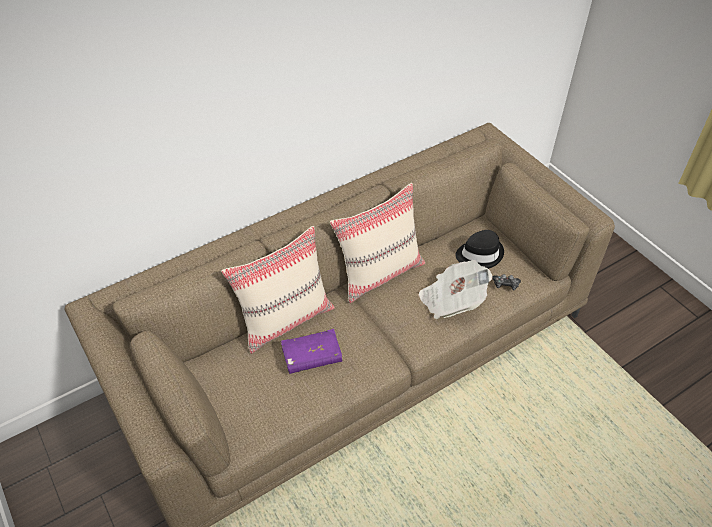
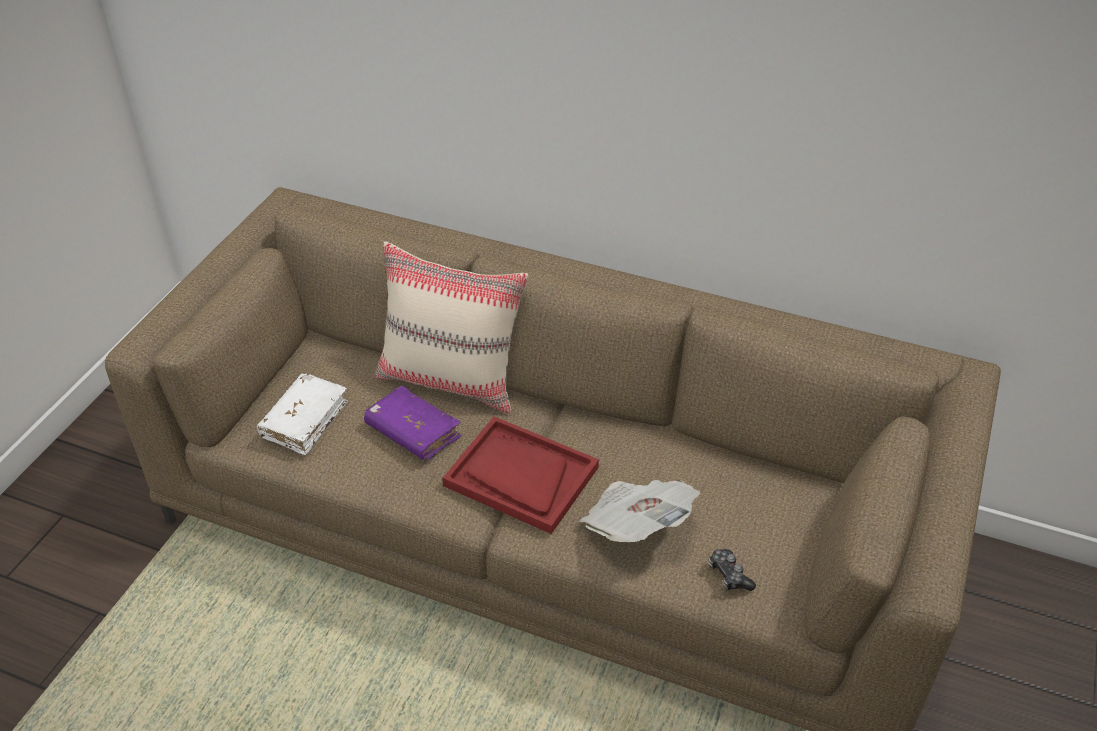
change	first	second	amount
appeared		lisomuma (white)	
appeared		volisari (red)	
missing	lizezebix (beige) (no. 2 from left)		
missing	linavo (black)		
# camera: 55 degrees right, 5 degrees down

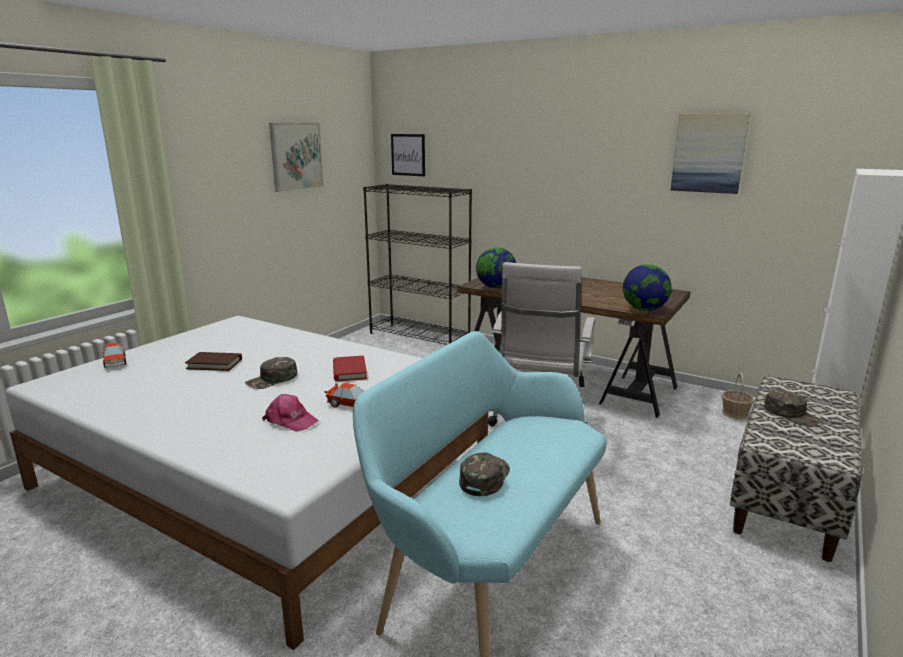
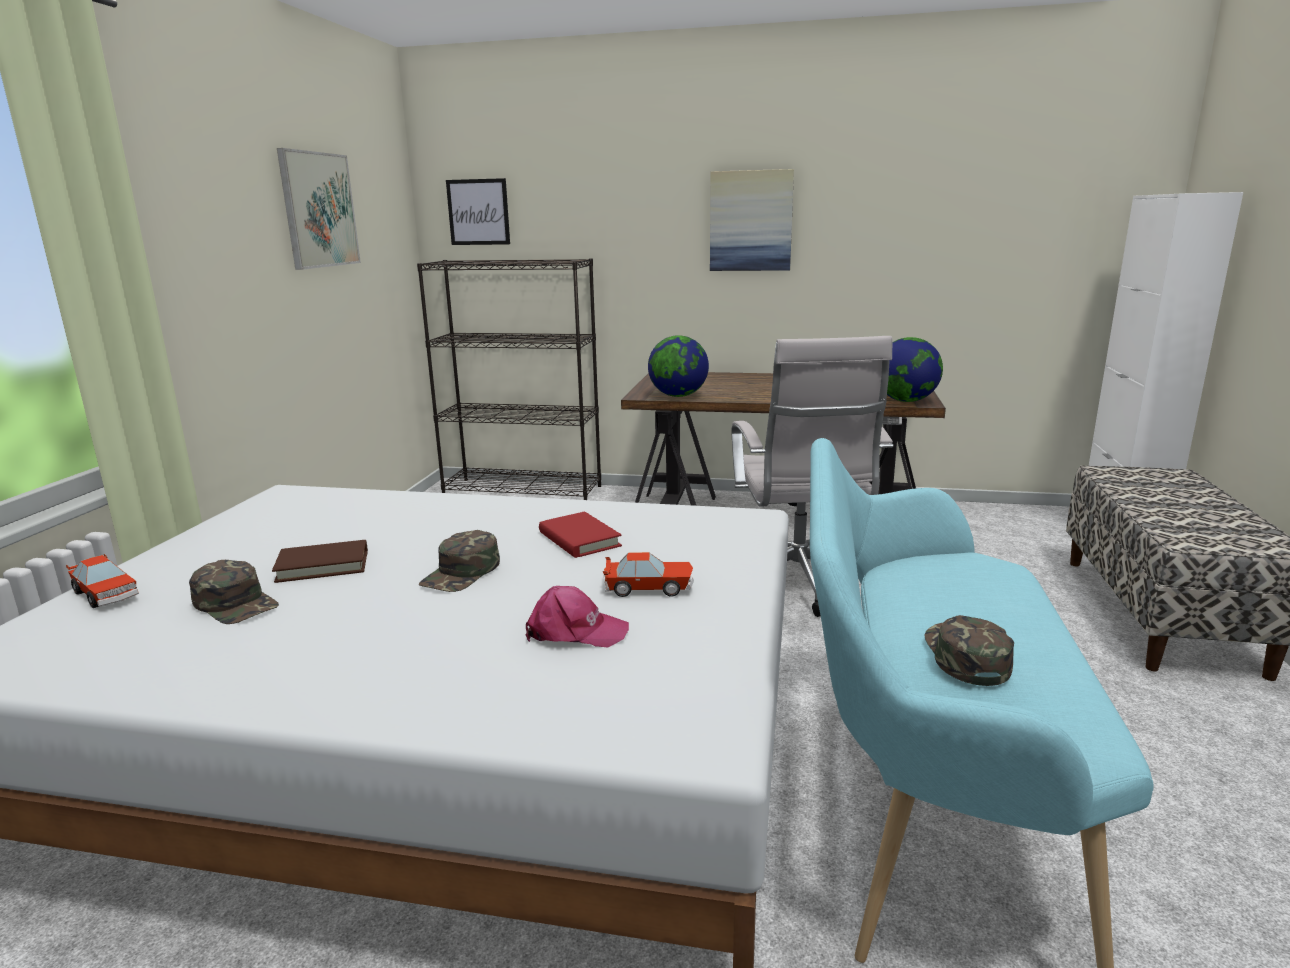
change	first	second	amount
relocated	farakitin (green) (no. 3 from left in the first image)	farakitin (green) (no. 1 from left)	
relocated	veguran (no. 3 from left)		
missing	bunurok		
# camera: 20 degrees left, 0 degrees up

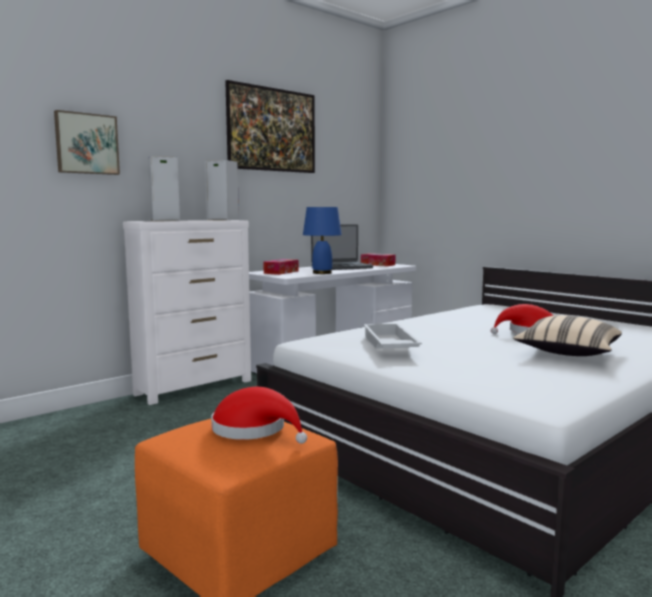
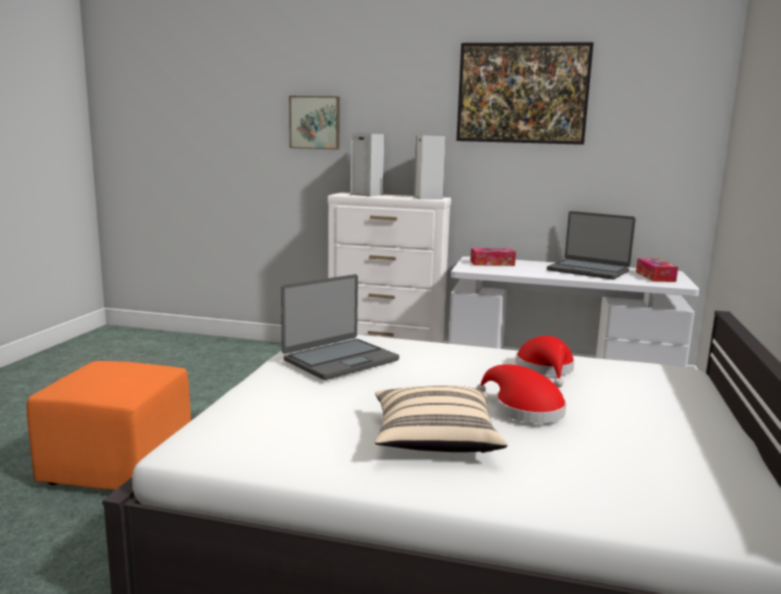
change	first	second	amount
exchanged	volisari (white)	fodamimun (no. 1 from left)	
relocated	linavo (red) (no. 1 from left in the first image)	linavo (red) (no. 2 from left)	
missing	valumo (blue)		
# camera: 55 degrees right, 5 degrees up

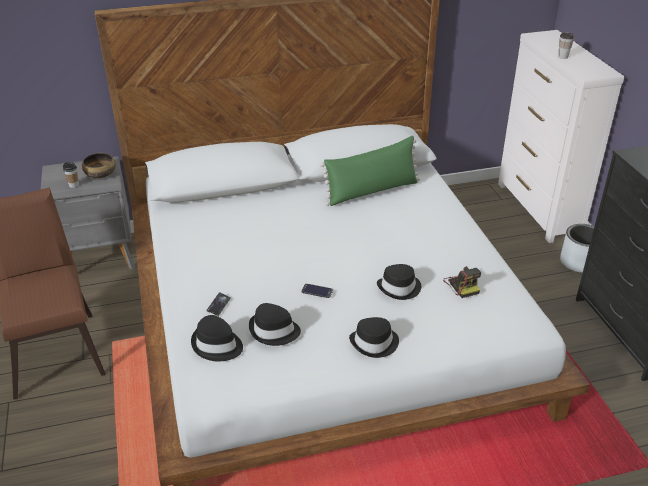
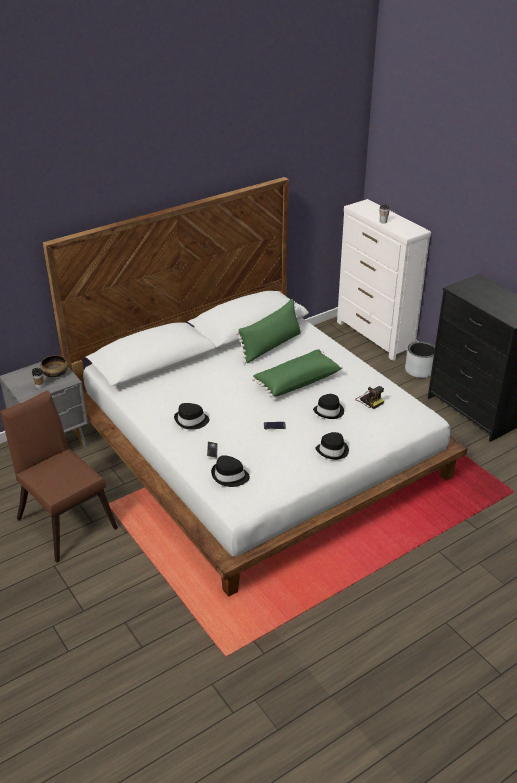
change	first	second	amount
relocated	linavo (black) (no. 2 from left in the first image)	linavo (black) (no. 1 from left)	
appeared		lizezebix (green) (no. 2 from left)	
# camera: 20 degrees left, 0 degrees up

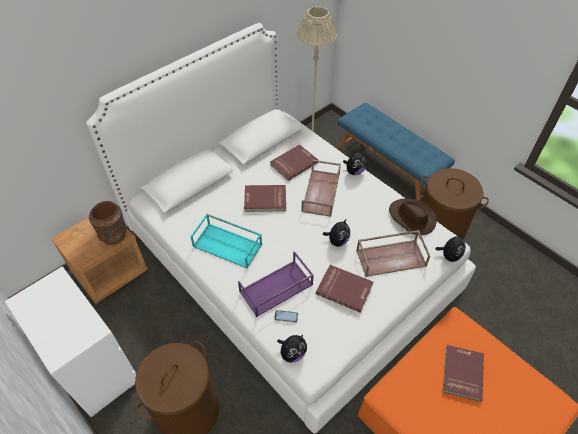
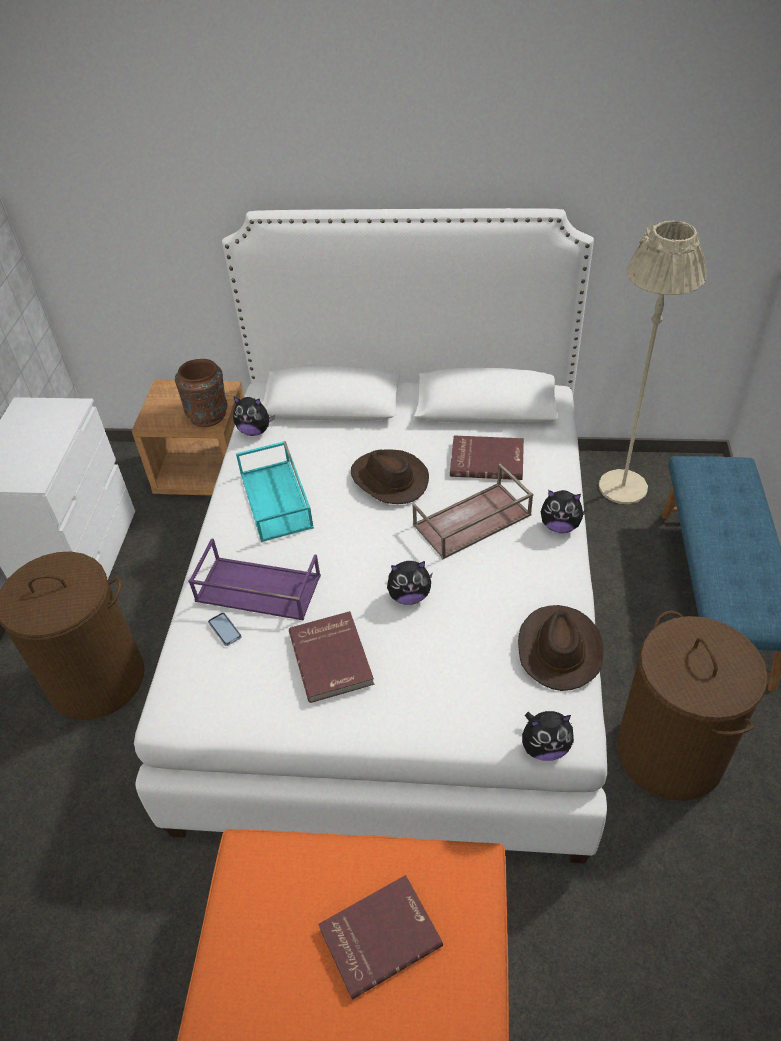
change	first	second	amount
relocated	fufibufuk (no. 1 from left)		
exchanged	lisomuma (red) (no. 1 from left)	linavo (brown) (no. 1 from left)	
missing	volisari (brown) (no. 2 from left)		
# camera: 50 degrees right, 5 degrees down

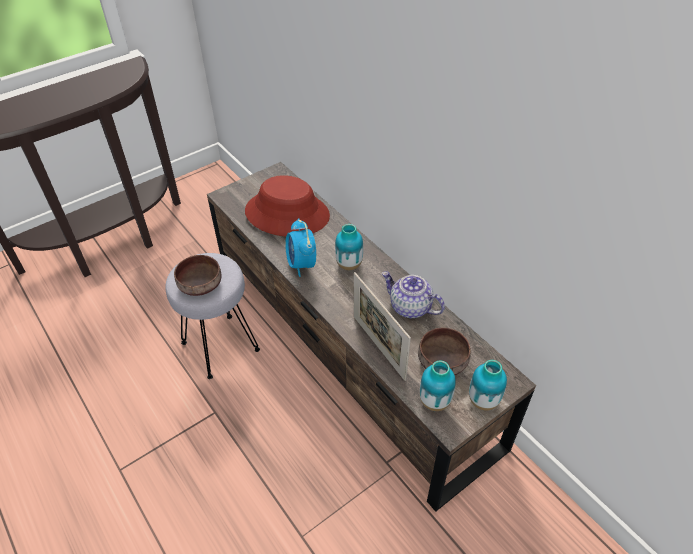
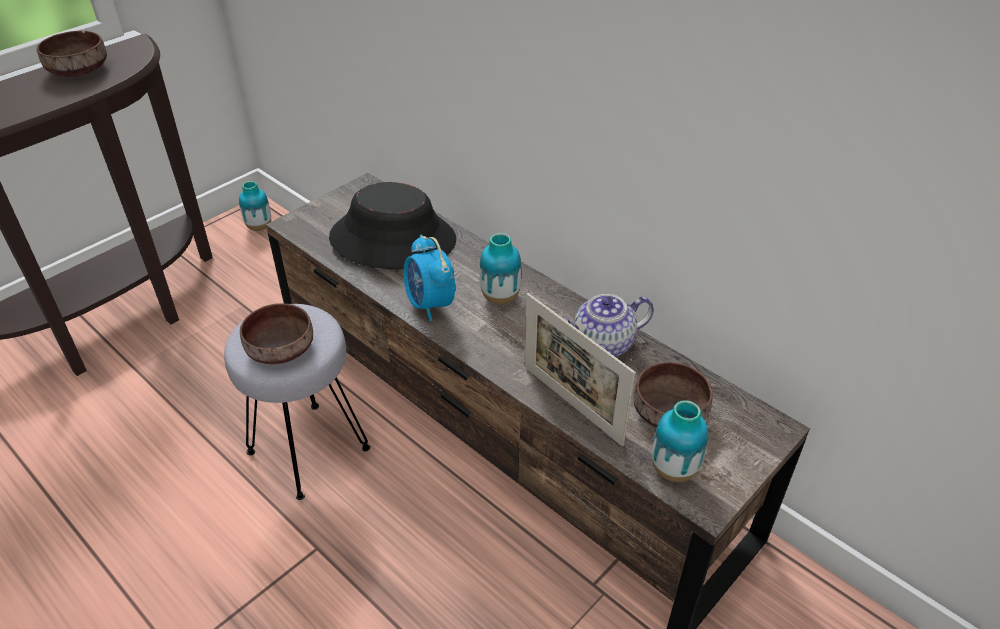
change	first	second	amount
appeared		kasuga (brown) (no. 1 from left)	
relocated	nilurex (no. 3 from left in the first image)	nilurex (no. 1 from left)	
colour	linavo (red)	linavo (black)	
spun	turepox		45 degrees counterclockwise
# camera: 10 degrees left, 5 degrees down

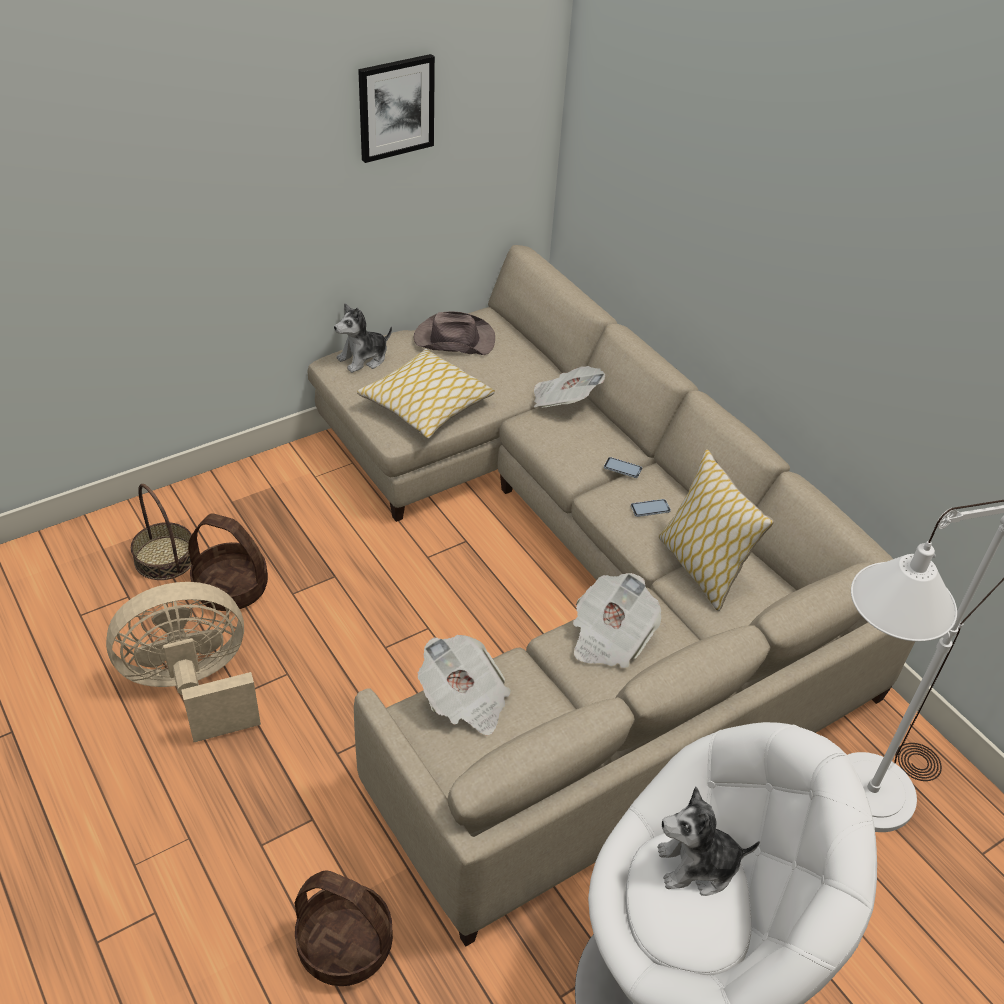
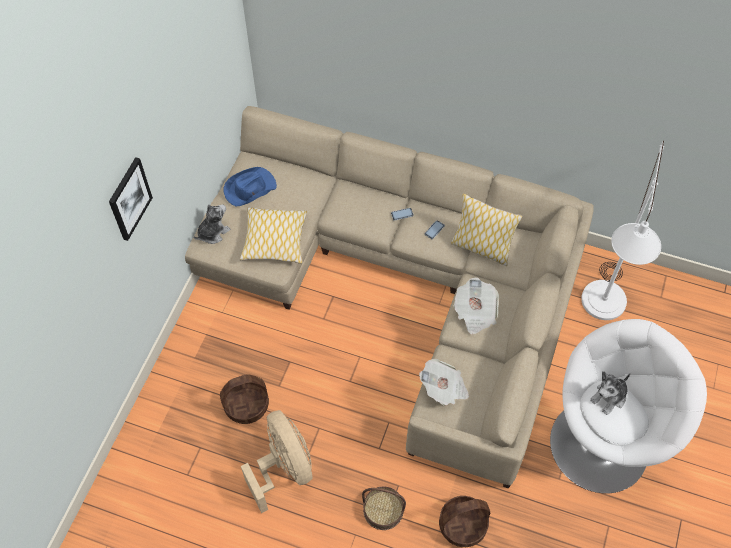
change	first	second	amount
relocated	veguran		
spun	fufibufuk (no. 1 from left)		150 degrees counterclockwise
colour	linavo (brown)	linavo (blue)	
spun	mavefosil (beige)		120 degrees clockwise
relocated	bunurok (no. 1 from left in the first image)	bunurok (no. 2 from left)	
missing	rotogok (no. 2 from left)		
# camera: 35 degrees left, 15 degrees up

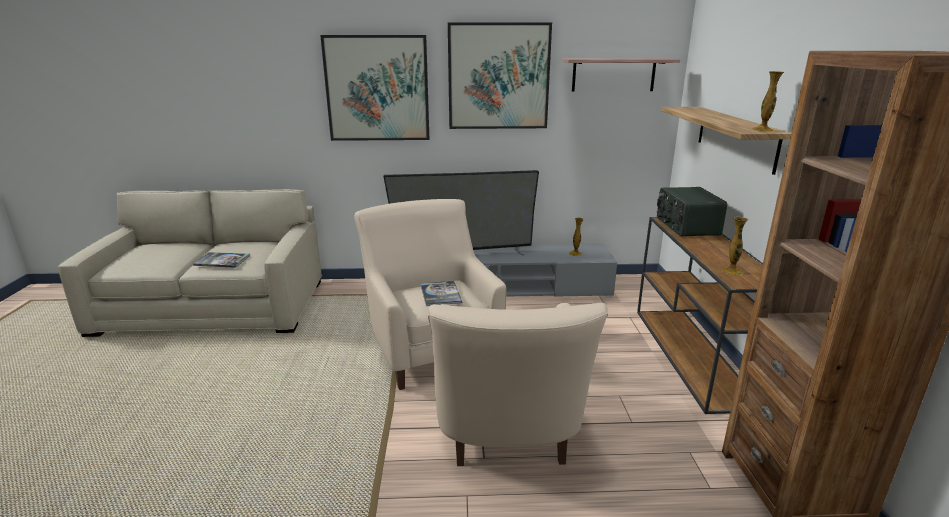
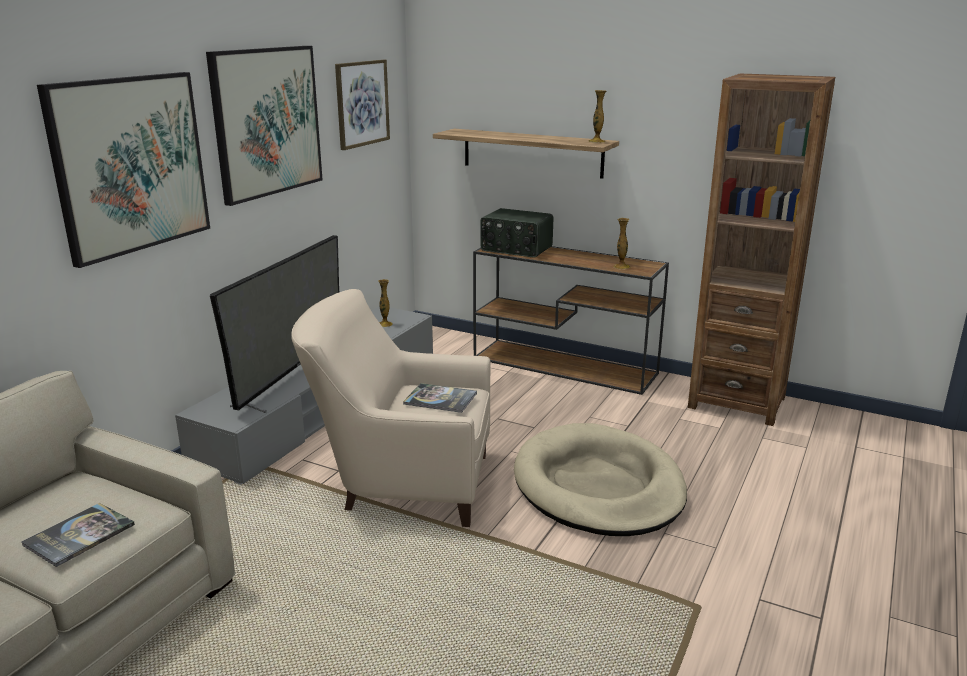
change	first	second	amount
exchanged	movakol (no. 1 from left)	veguran (no. 3 from left)	
exchanged	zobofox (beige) (no. 2 from left)	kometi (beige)	
# camera: 60 degrees left, 0 degrees up

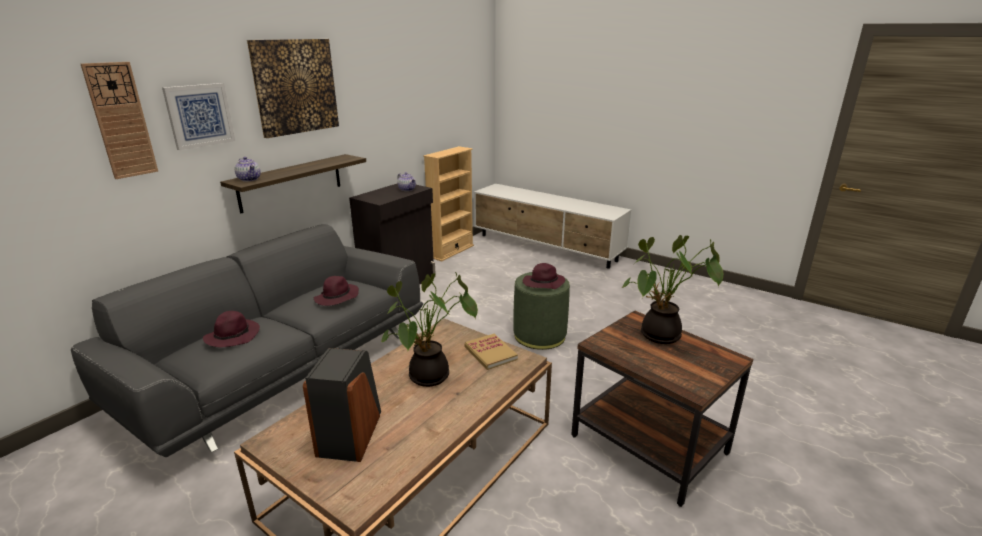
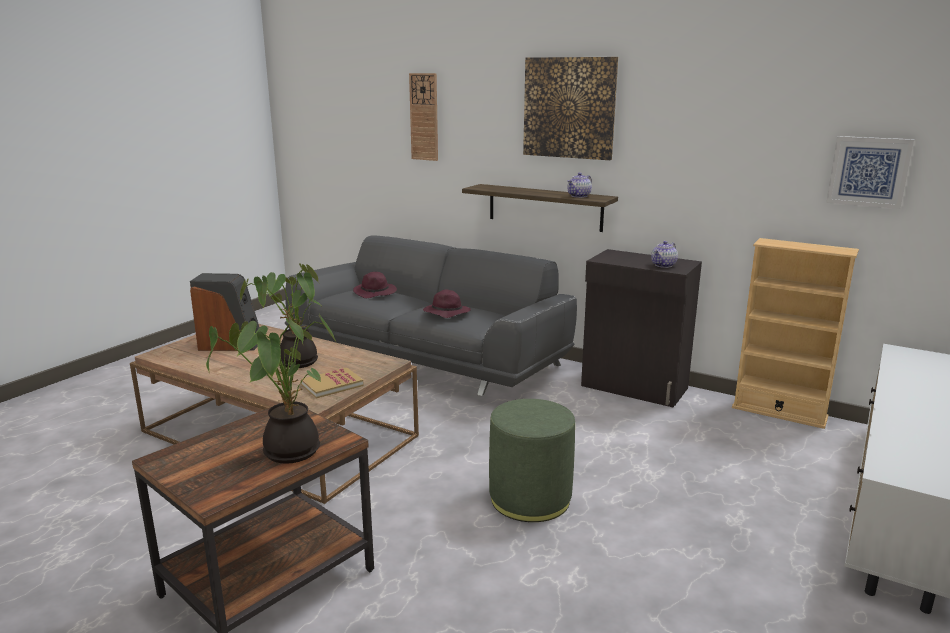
change	first	second	amount
relocated	turepox (no. 1 from left)		
relocated	veguran (no. 1 from left in the first image)	veguran (no. 2 from left)	
missing	linavo (purple) (no. 3 from left)		
# camera: 85 degrees right, 5 degrees down

